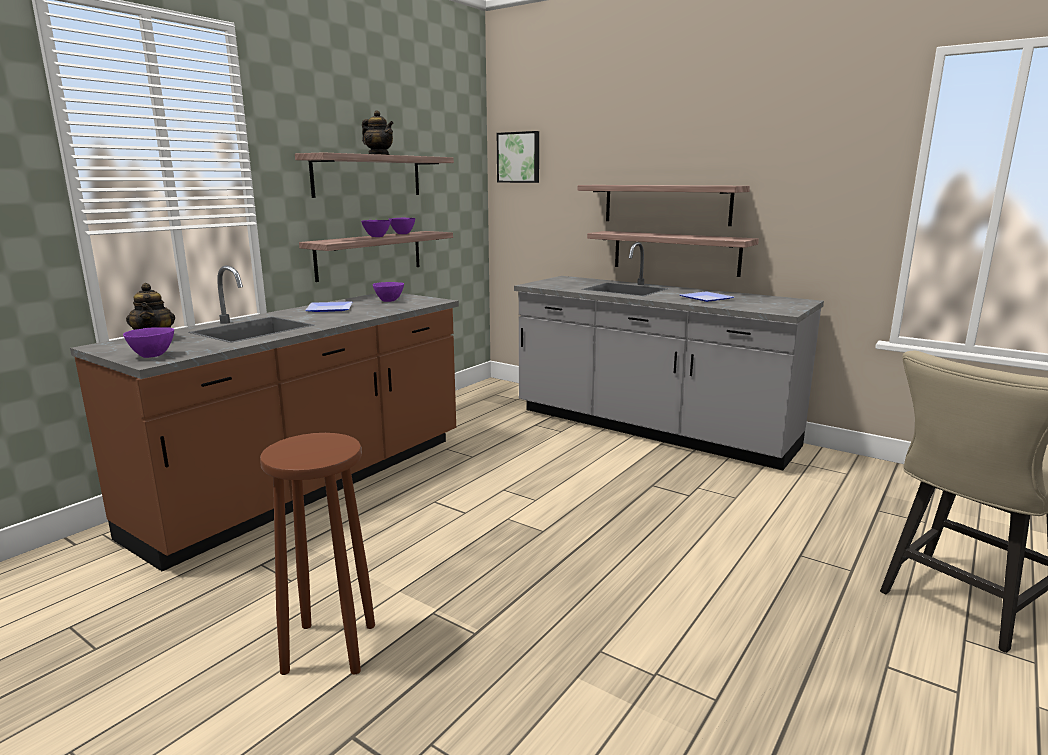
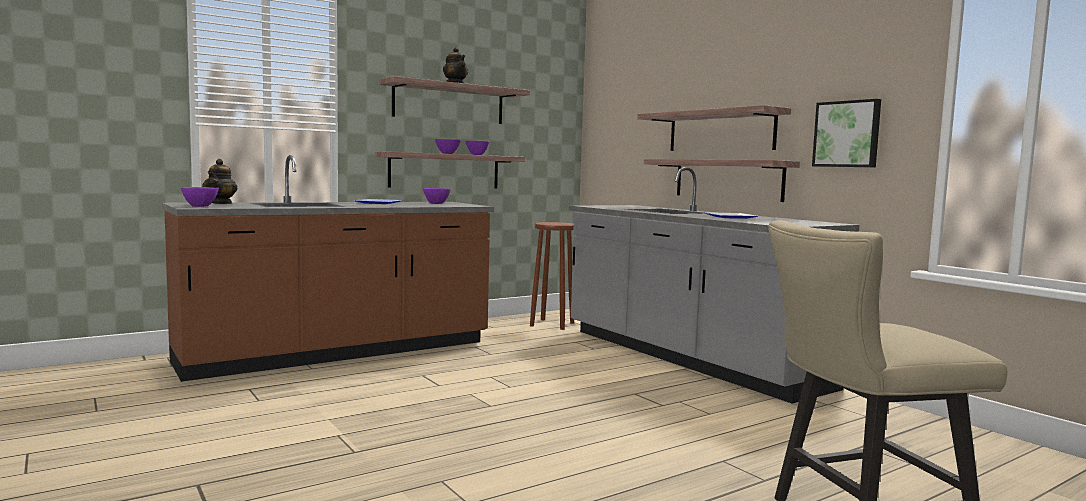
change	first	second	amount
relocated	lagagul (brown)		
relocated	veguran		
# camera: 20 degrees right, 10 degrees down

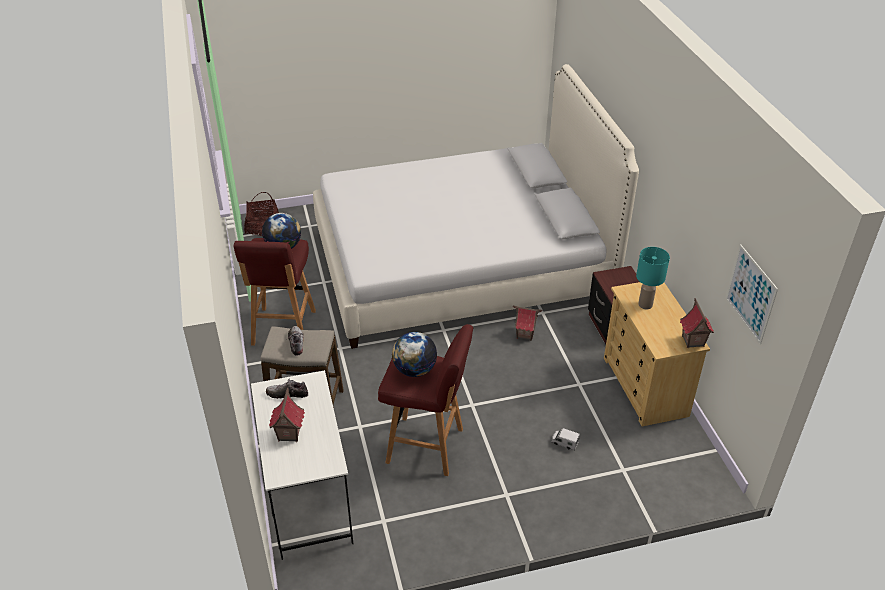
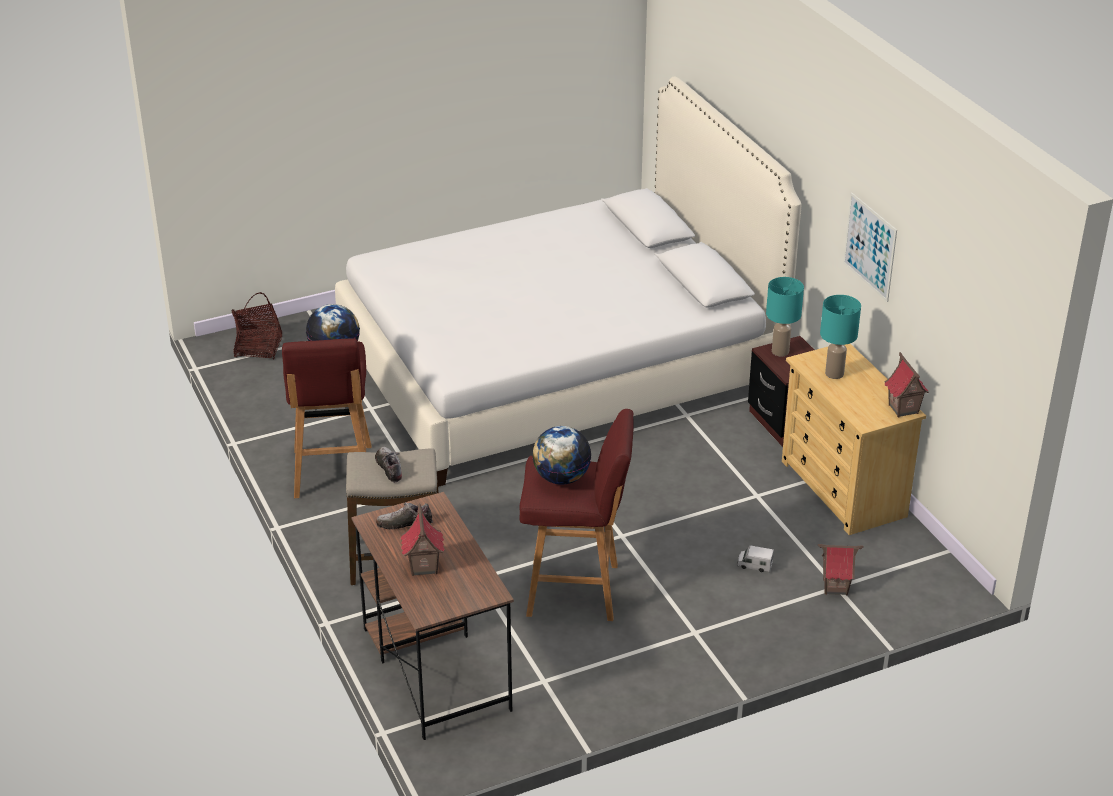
change	first	second	amount
colour	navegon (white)	navegon (brown)	
appeared		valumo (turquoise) (no. 1 from left)	
relocated	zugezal (no. 2 from left)		
relocated	veguran		
# camera: 10 degrees left, 5 degrees down

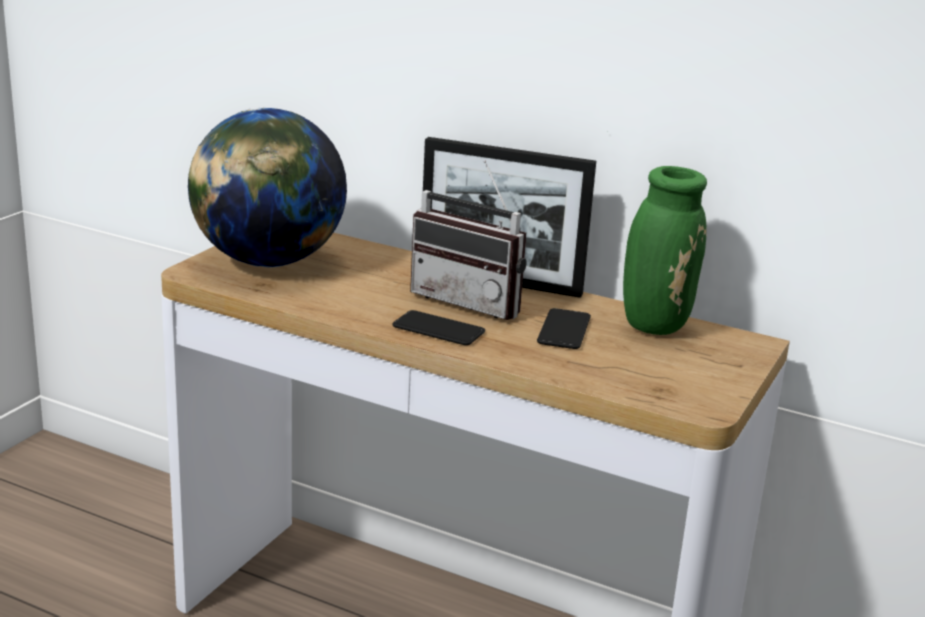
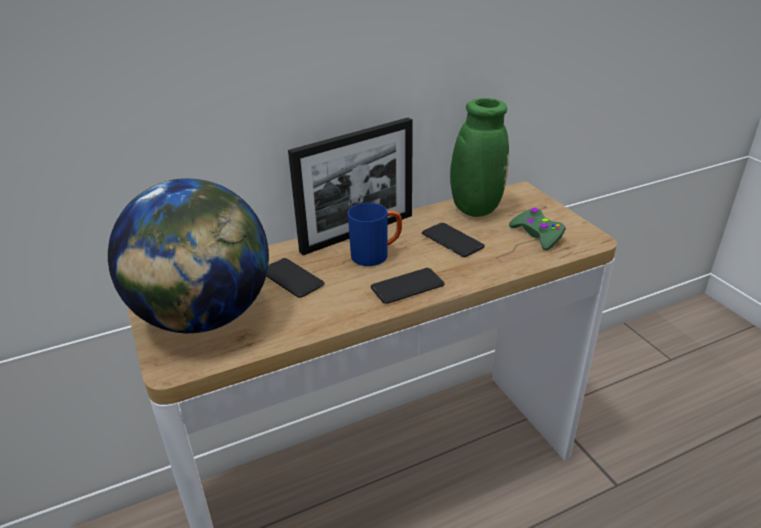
change	first	second	amount
appeared		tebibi (no. 1 from left)	
exchanged	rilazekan	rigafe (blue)	
appeared		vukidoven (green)	
# camera: 50 degrees left, 10 degrees up

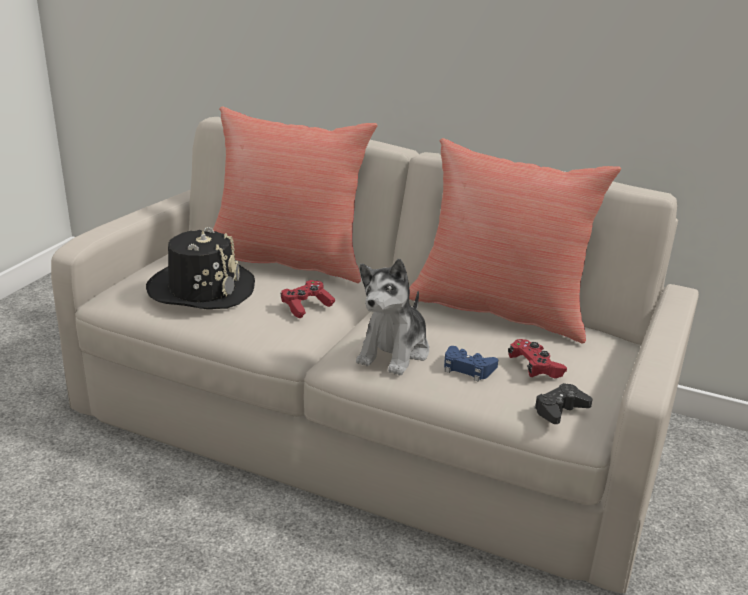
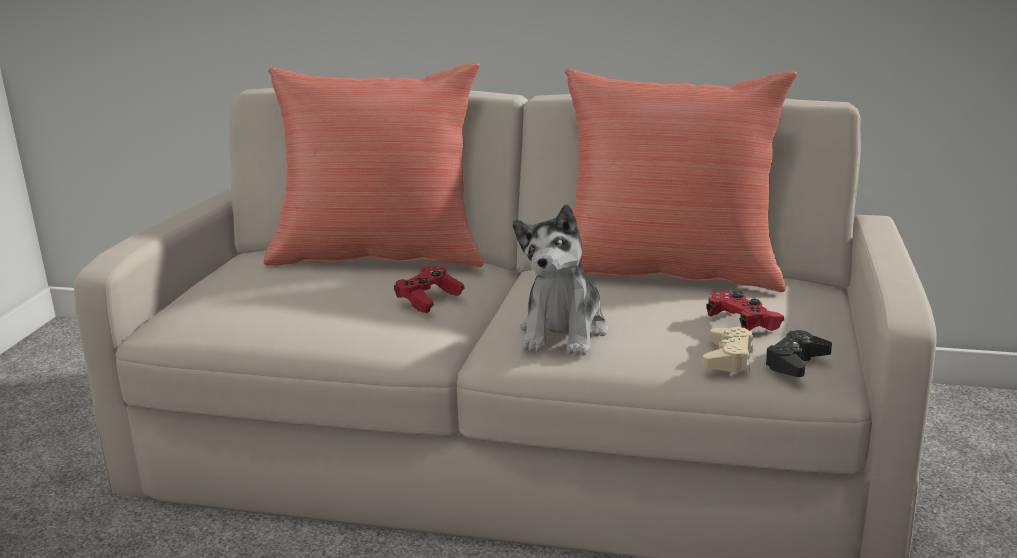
change	first	second	amount
appeared		vukidoven (beige)	
missing	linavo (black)		
missing	vukidoven (blue)		
# camera: 10 degrees left, 5 degrees down

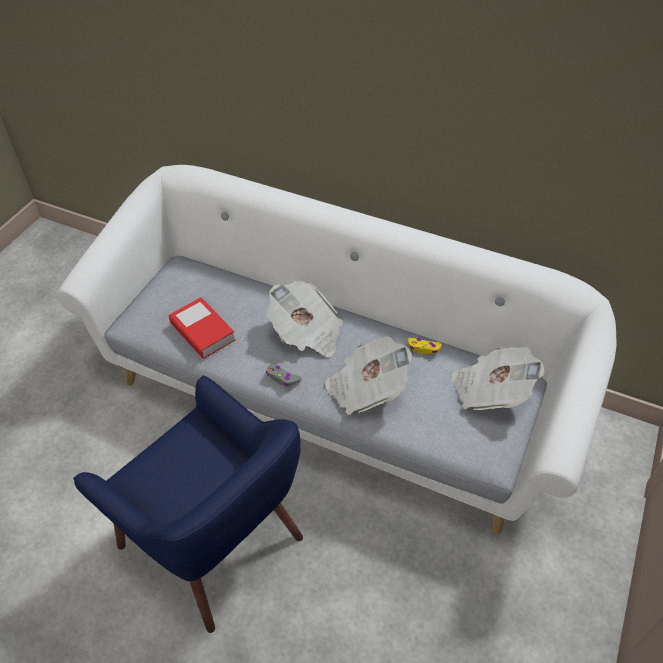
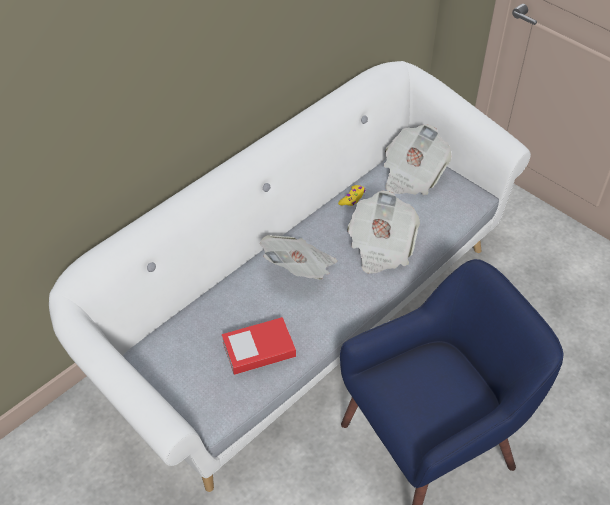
change	first	second	amount
missing	vukidoven (grey)		
# camera: 70 degrees left, 0 degrees up

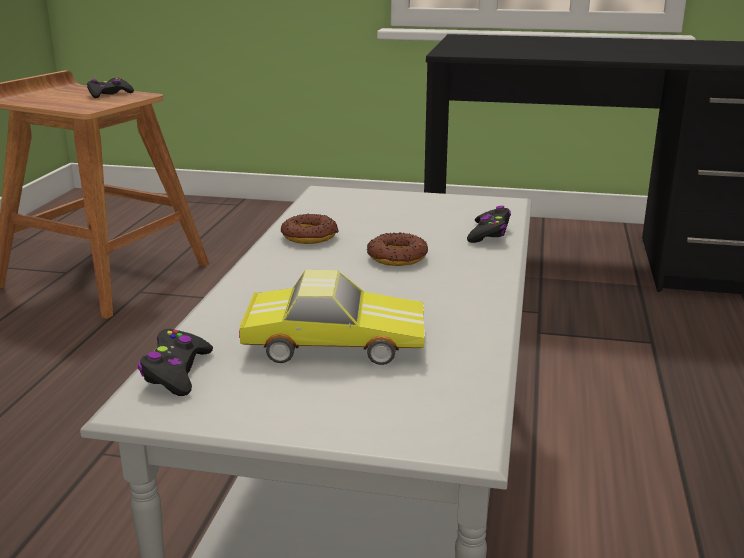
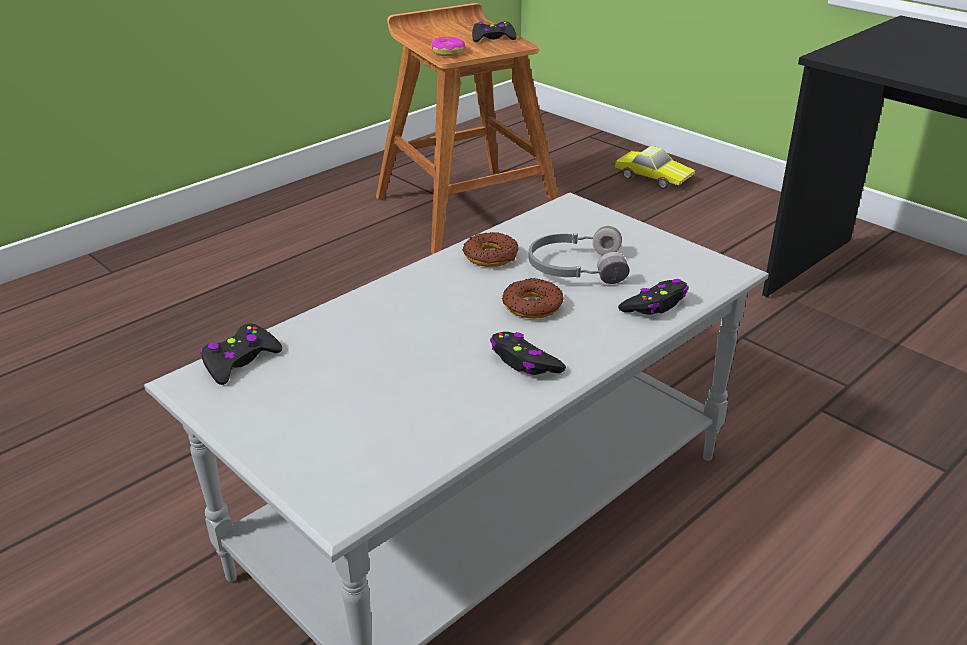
change	first	second	amount
appeared		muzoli (no. 1 from left)	
appeared		vukidoven (black) (no. 3 from left)	
appeared		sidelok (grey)	
relocated	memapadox		
# camera: 35 degrees right, 10 degrees up

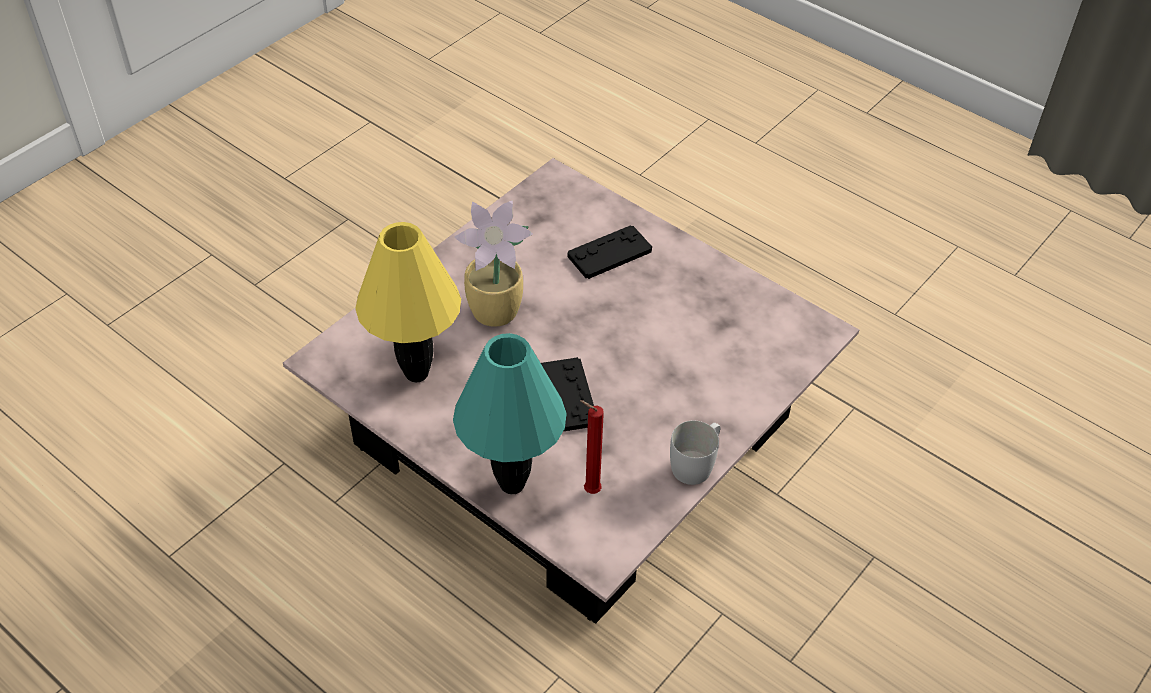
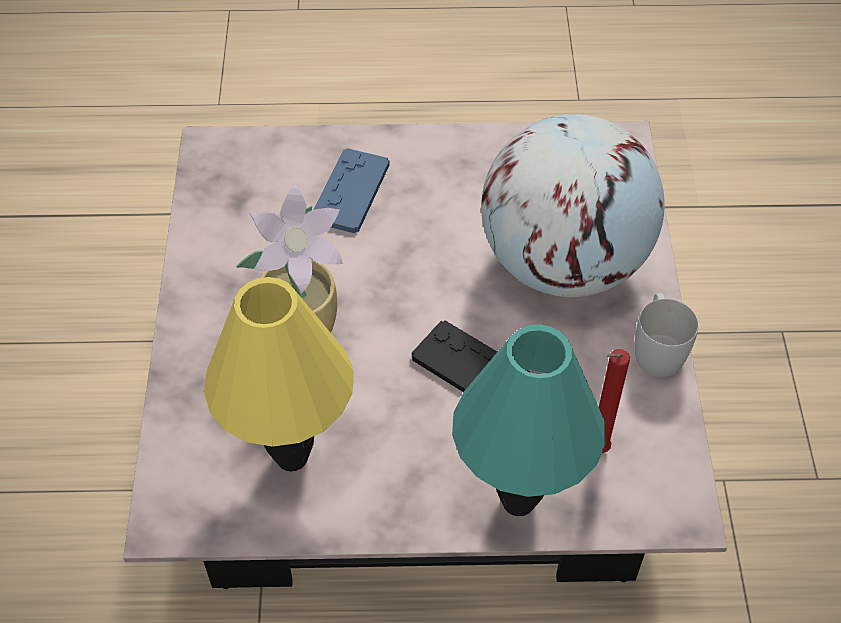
change	first	second	amount
colour	vukidoven (black) (no. 2 from left)	vukidoven (blue)	
appeared		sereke	
# camera: 40 degrees left, 5 degrees up

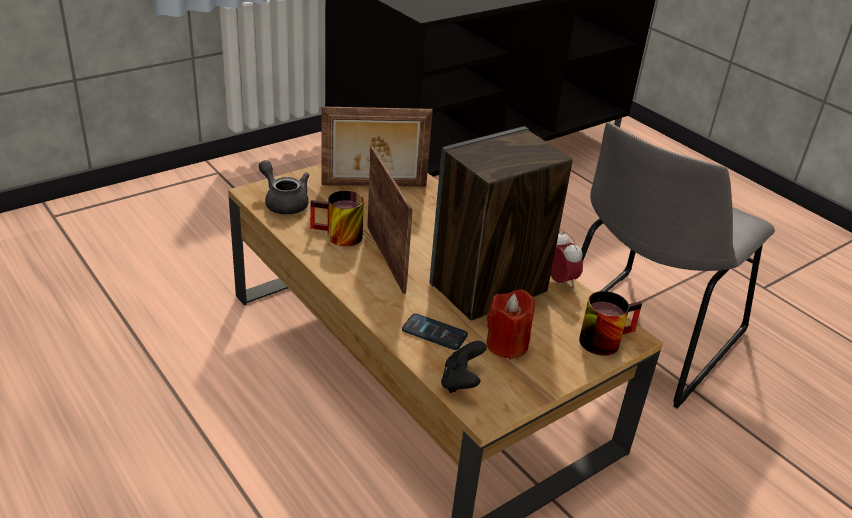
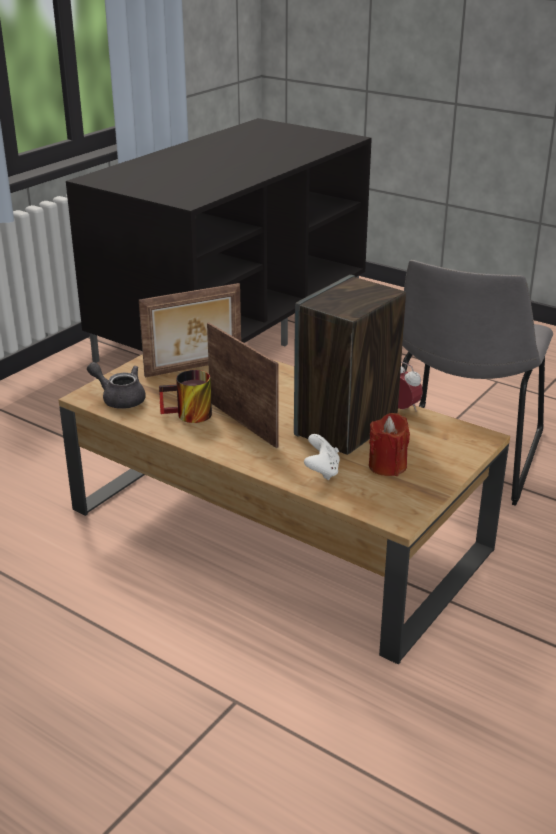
change	first	second	amount
exchanged	tebibi	vukidoven (white)	
missing	vukidoven (black)		
missing	rigafe (no. 2 from left)		
# camera: 15 degrees left, 5 degrees down

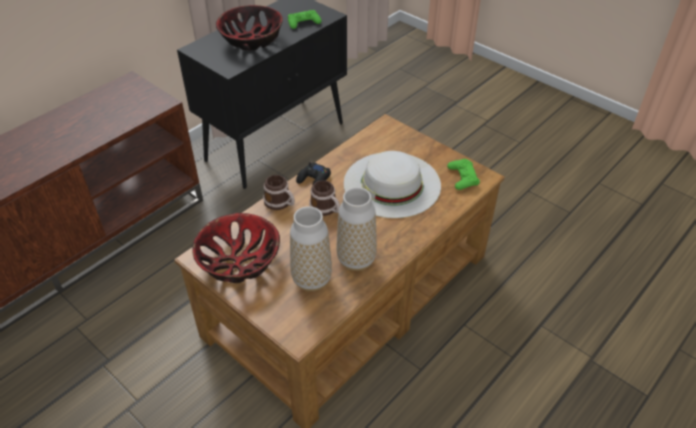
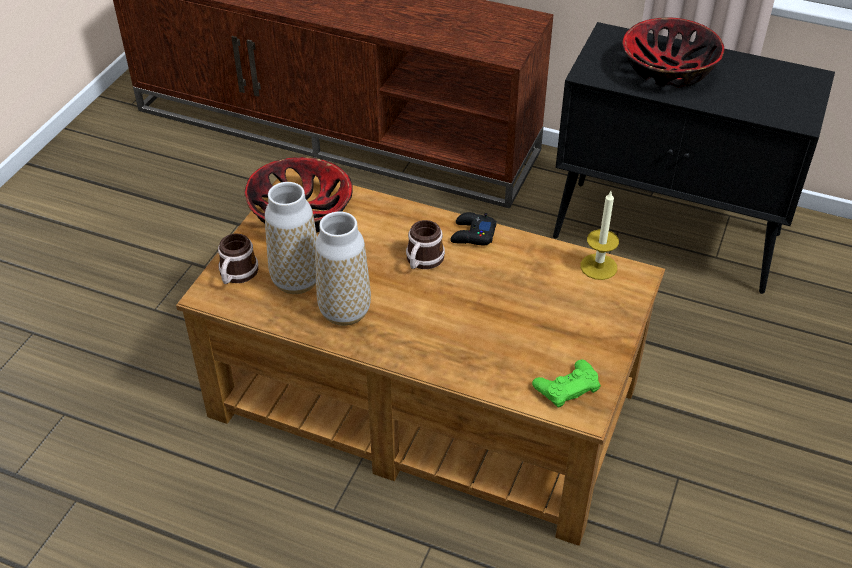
change	first	second	amount
relocated	rigafe (no. 1 from left)		
appeared		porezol	
missing	vukidoven (green) (no. 1 from left)		
missing	linavo (white)		
# camera: 70 degrees right, 0 degrees up

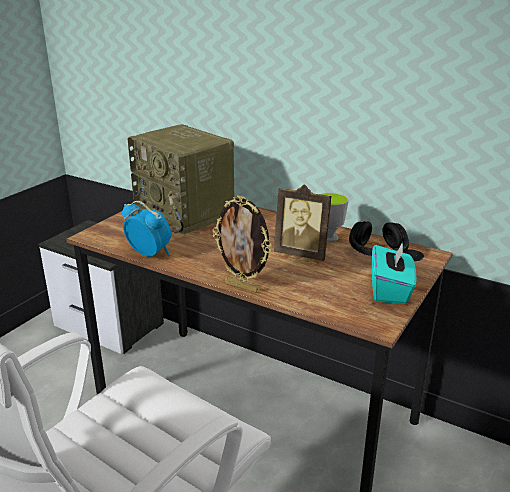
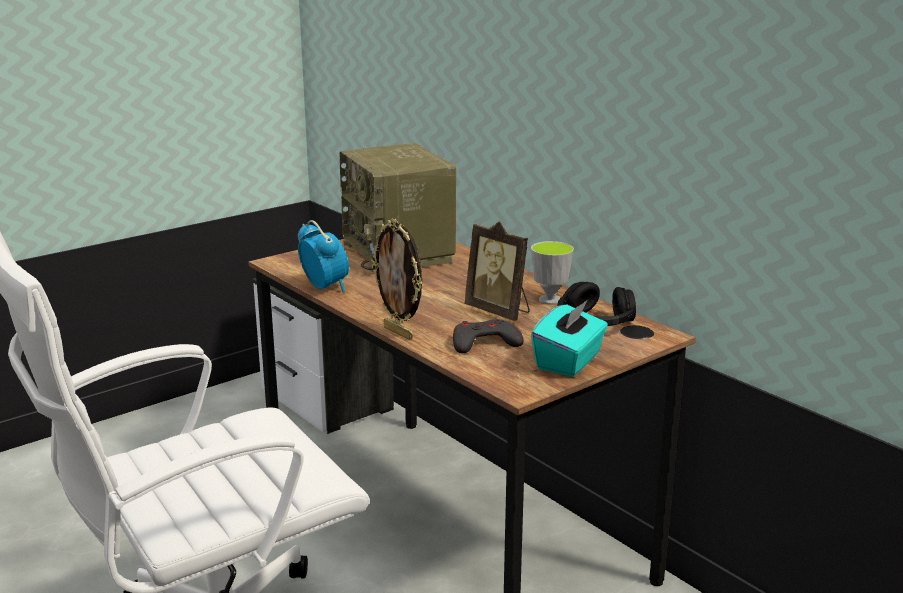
change	first	second	amount
appeared		vukidoven (grey)	
# camera: 20 degrees right, 5 degrees down

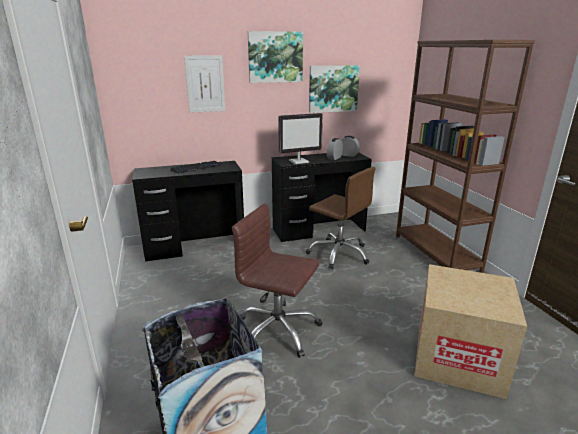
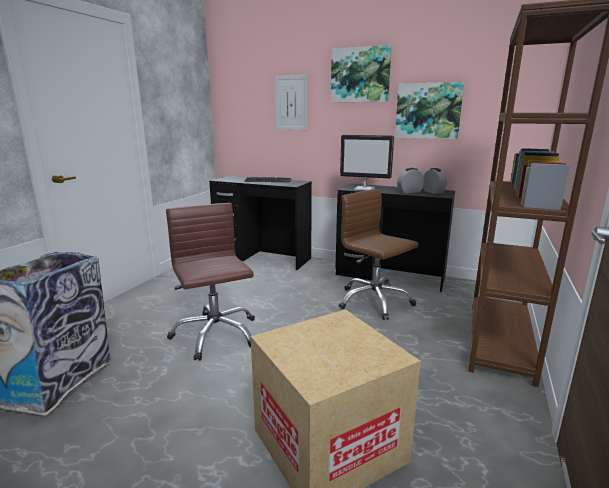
change	first	second	amount
spun	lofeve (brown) (no. 2 from left)		150 degrees clockwise
# camera: 40 degrees right, 5 degrees down

